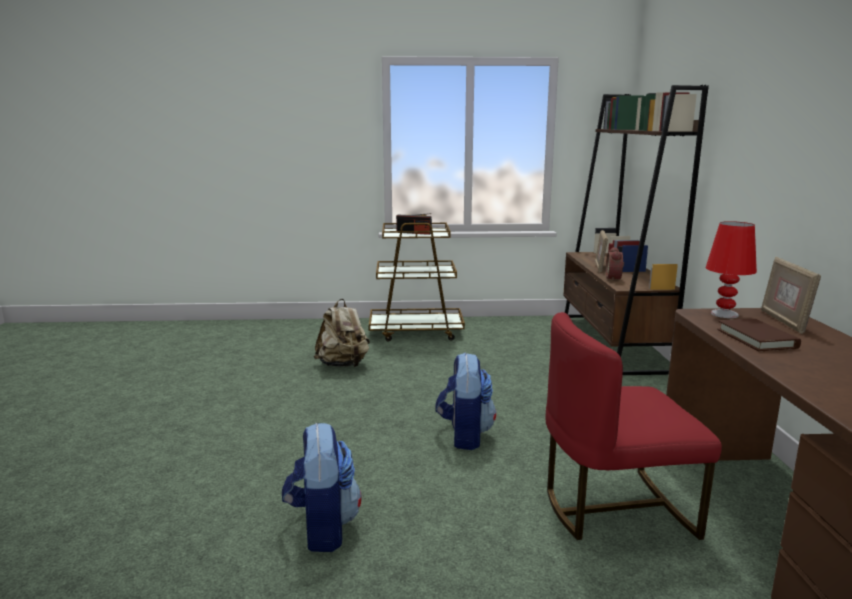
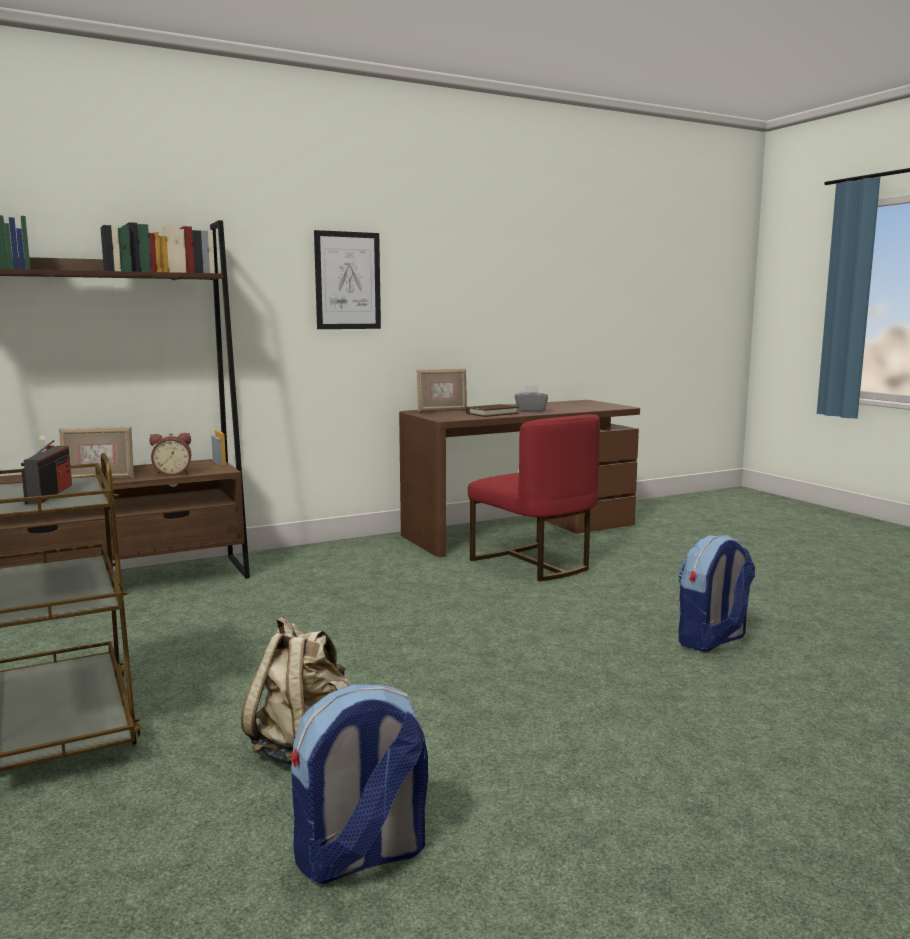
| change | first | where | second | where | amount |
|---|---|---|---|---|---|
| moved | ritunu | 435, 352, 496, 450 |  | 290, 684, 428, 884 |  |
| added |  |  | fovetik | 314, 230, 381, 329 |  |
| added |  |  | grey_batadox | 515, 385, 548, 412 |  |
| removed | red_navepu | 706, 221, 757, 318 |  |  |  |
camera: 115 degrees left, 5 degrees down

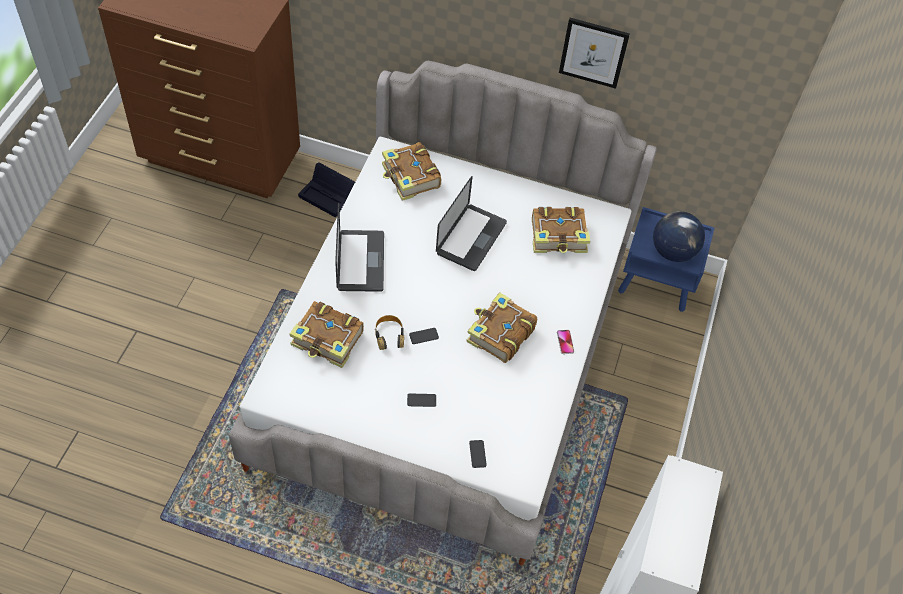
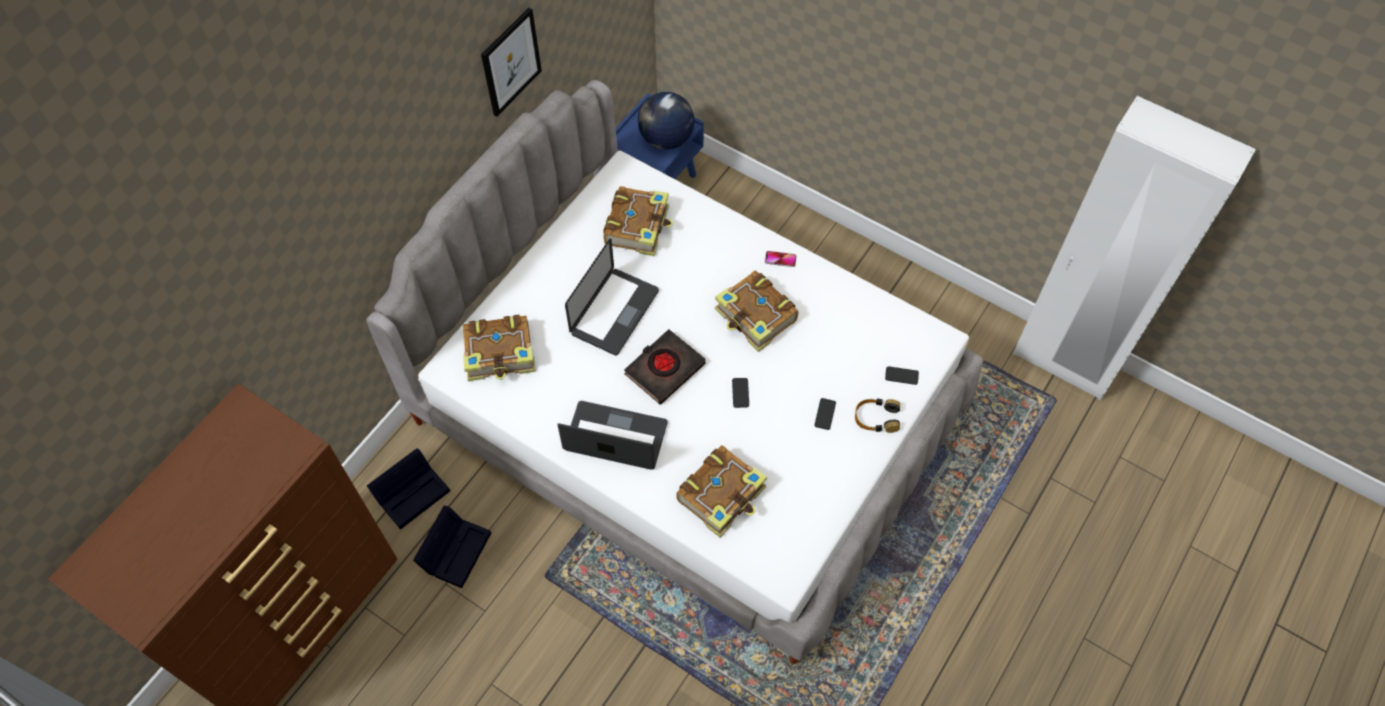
| change | first | where | second | where | amount |
|---|---|---|---|---|---|
| added |  |  | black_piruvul | 413, 506, 491, 588 |  |
| turned | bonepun | 436, 176, 507, 271 |  | 565, 238, 659, 355 | 75 degrees clockwise |
| added |  |  | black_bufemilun | 624, 329, 706, 404 |  |
| moved | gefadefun | 375, 315, 404, 350 |  | 855, 398, 900, 433 |  |
camera: 70 degrees left, 5 degrees up

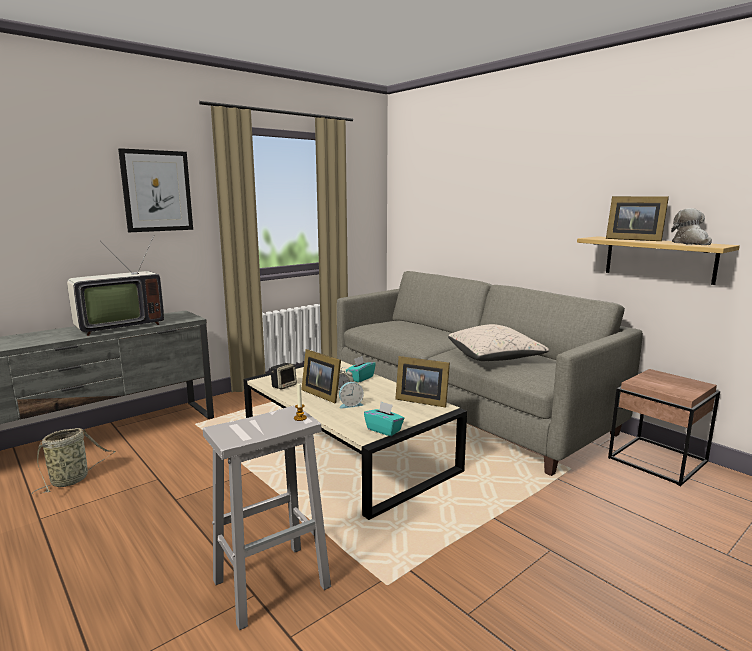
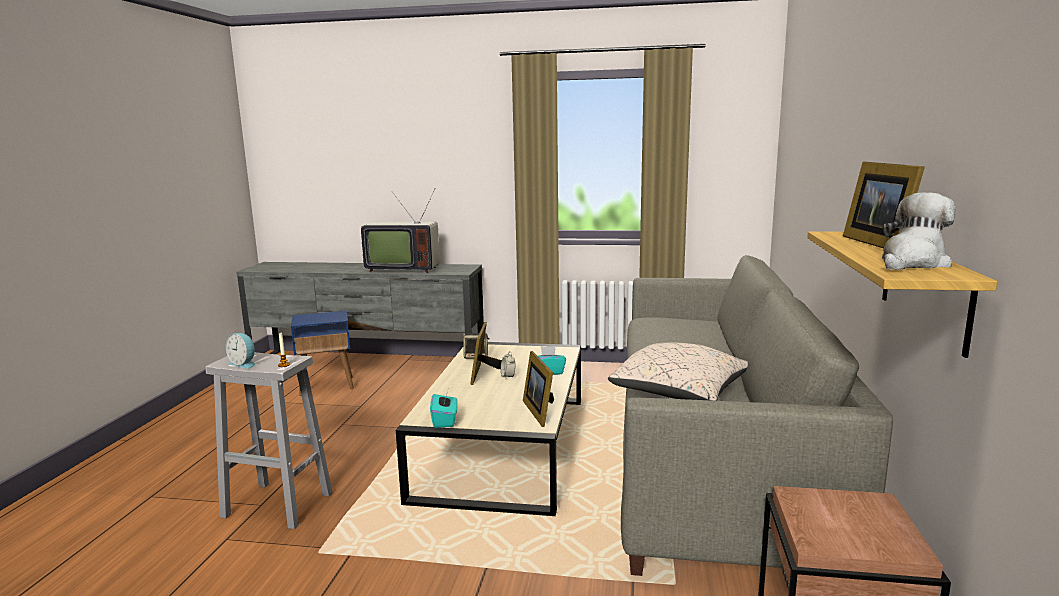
| change | first | where | second | where | amount |
|---|---|---|---|---|---|
| moved | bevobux | 339, 382, 364, 409 |  | 226, 333, 255, 369 |  |
| replaced | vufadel | 32, 428, 116, 494 | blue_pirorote | 291, 311, 354, 396 |  |
| removed | fovetik | 118, 148, 193, 232 |  |  |  |
camera: 50 degrees right, 0 degrees up

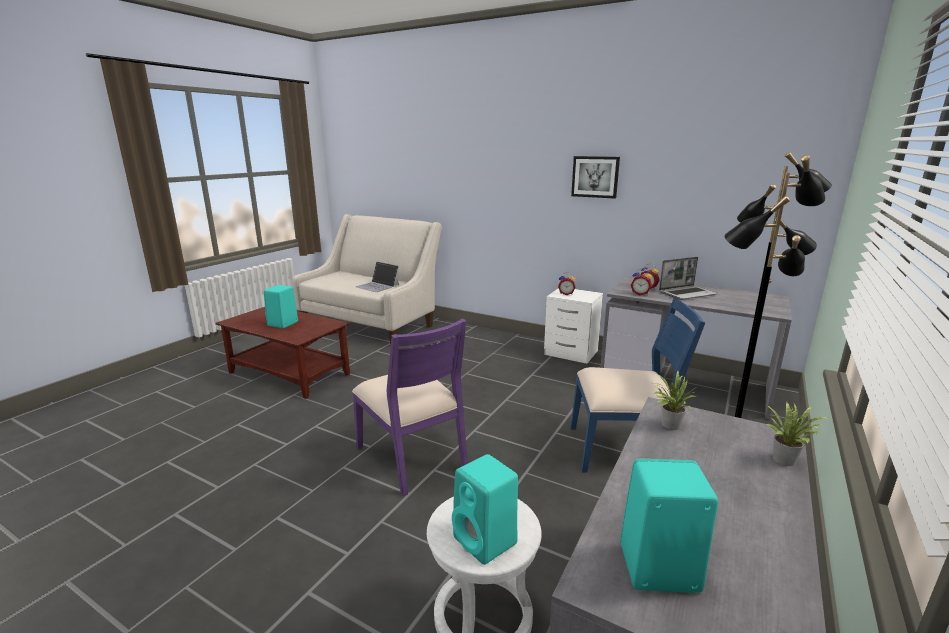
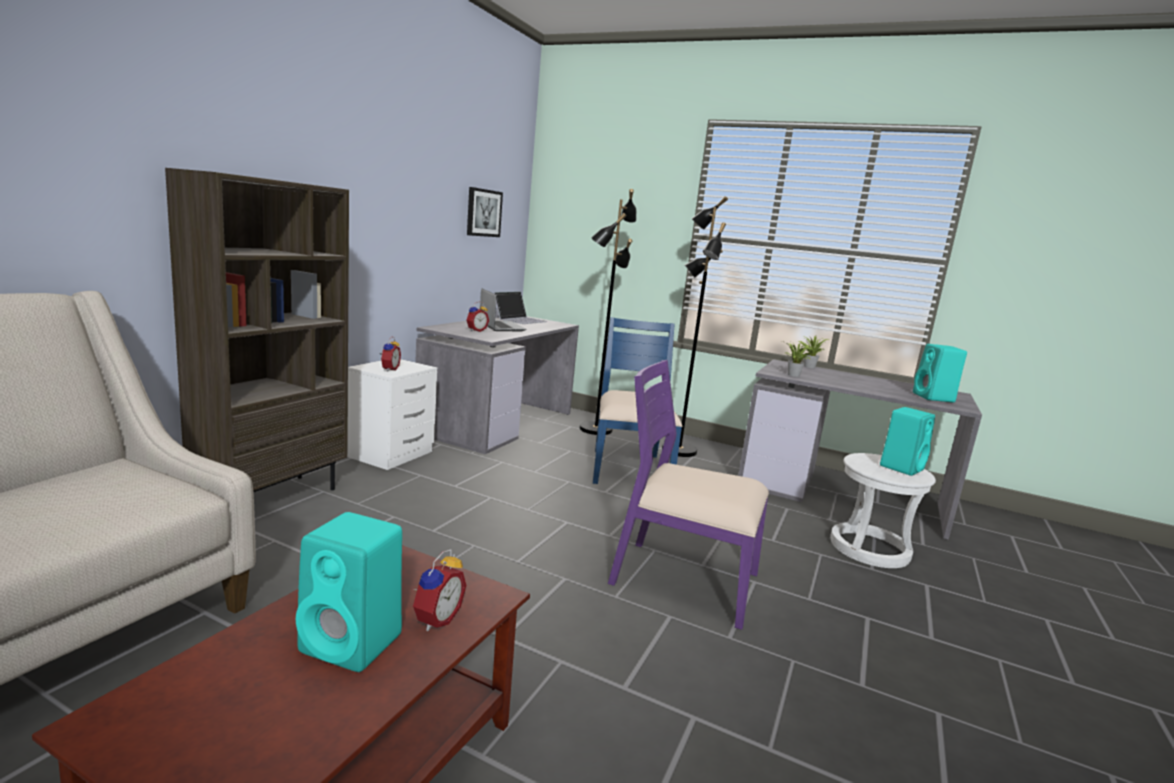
| change | first | where | second | where | amount |
|---|---|---|---|---|---|
| added |  |  | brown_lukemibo | 165, 168, 349, 492 |  |
| moved | bevobux | 631, 269, 652, 295 |  | 413, 549, 466, 631 |  |
| moved | fovetik | 571, 156, 620, 199 |  | 467, 187, 503, 237 |  |
| moved | bonepun | 355, 261, 399, 292 |  | 494, 291, 547, 324 |  |
| turned | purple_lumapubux | 352, 319, 468, 496 |  | 608, 360, 769, 630 | 120 degrees counterclockwise |
camera: 95 degrees left, 5 degrees down

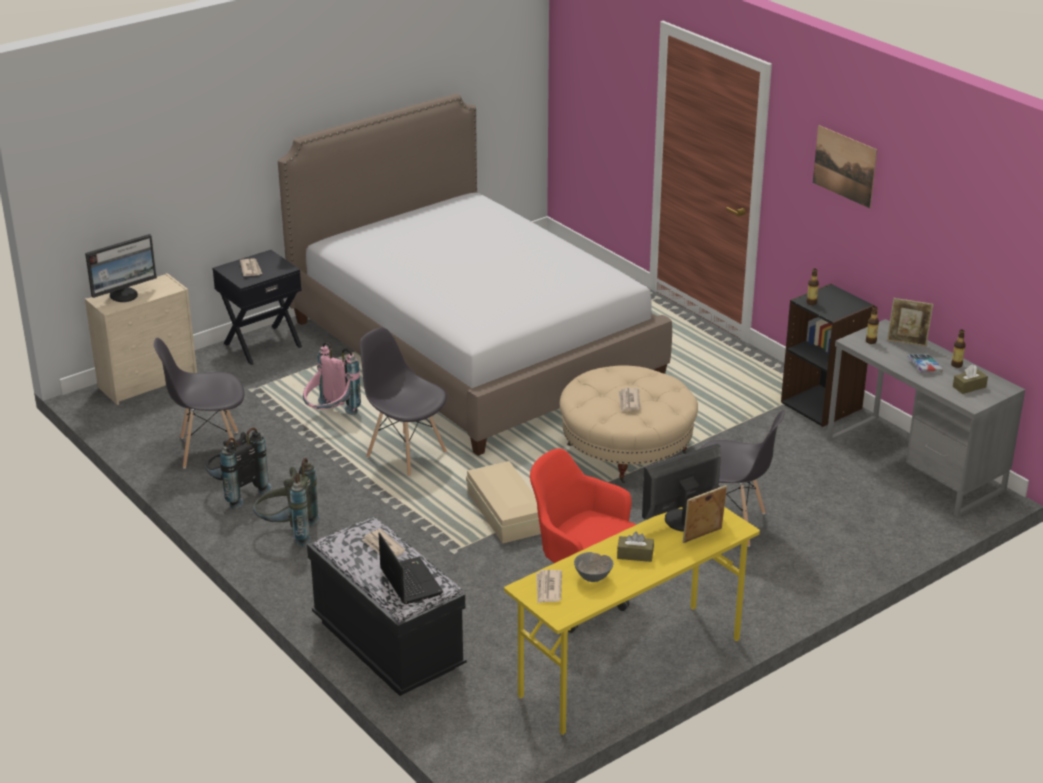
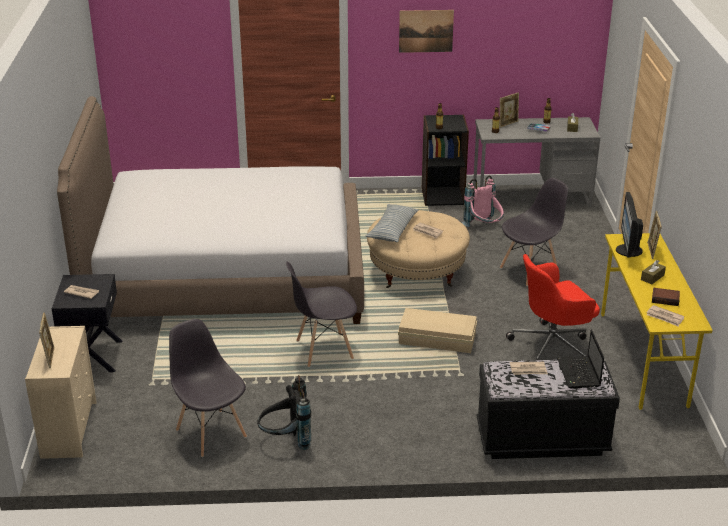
| change | first | where | second | where | amount |
|---|---|---|---|---|---|
| replaced | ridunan | 85, 234, 157, 302 | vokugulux | 39, 313, 55, 368 |  |
| turned | grey_lumapubux | 154, 338, 244, 468 |  | 169, 319, 247, 457 | 120 degrees clockwise |
| added |  |  | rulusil | 366, 204, 419, 242 |  |
| moved | pink_ritunu | 303, 342, 361, 415 |  | 462, 176, 504, 227 |  |
| turned | bonepun | 379, 532, 443, 604 |  | 557, 329, 604, 388 | 105 degrees counterclockwise |
| replaced | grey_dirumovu | 574, 552, 614, 582 | bufemilun | 652, 288, 680, 306 |  |
| removed | grey_ritunu | 253, 458, 319, 547 |  |  |  |
camera: 55 degrees left, 0 degrees up

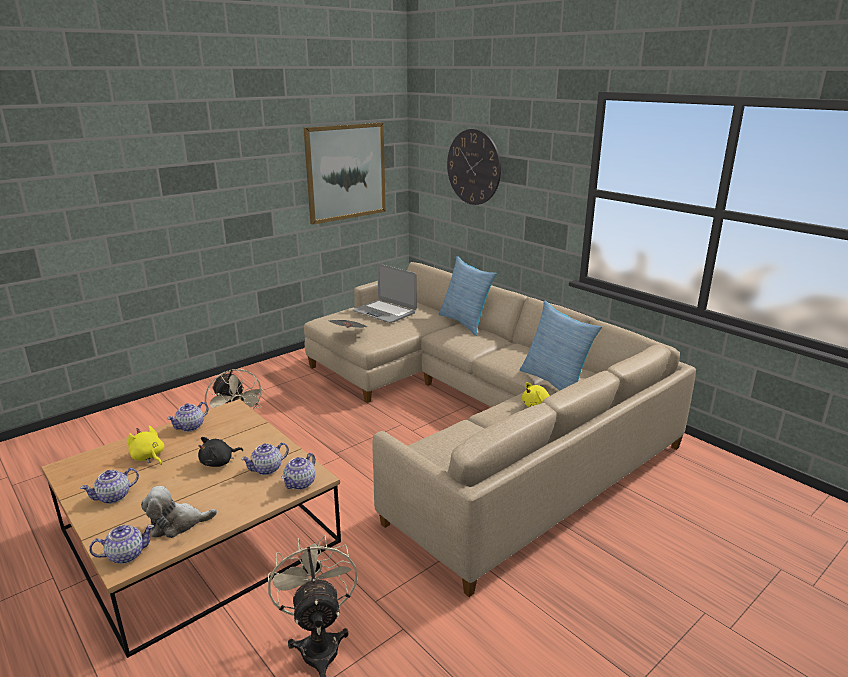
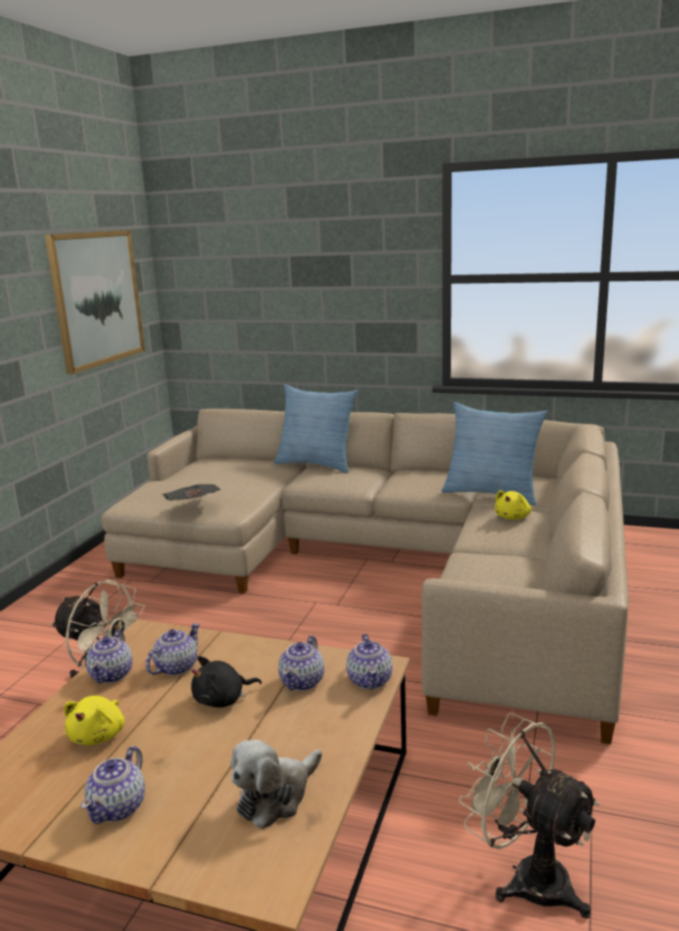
| change | first | where | second | where | amount |
|---|---|---|---|---|---|
| turned | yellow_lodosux | 128, 425, 164, 465 |  | 64, 695, 125, 745 | 90 degrees counterclockwise |
| moved | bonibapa | 89, 524, 154, 564 |  | 146, 623, 200, 676 |  |
| turned | black_lodosux | 198, 437, 243, 467 |  | 191, 656, 262, 708 | 45 degrees clockwise |
| removed | bonepun | 353, 264, 417, 323 |  |  |  |
| removed | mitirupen | 447, 129, 501, 205 |  |  |  |
camera: 30 degrees left, 5 degrees down

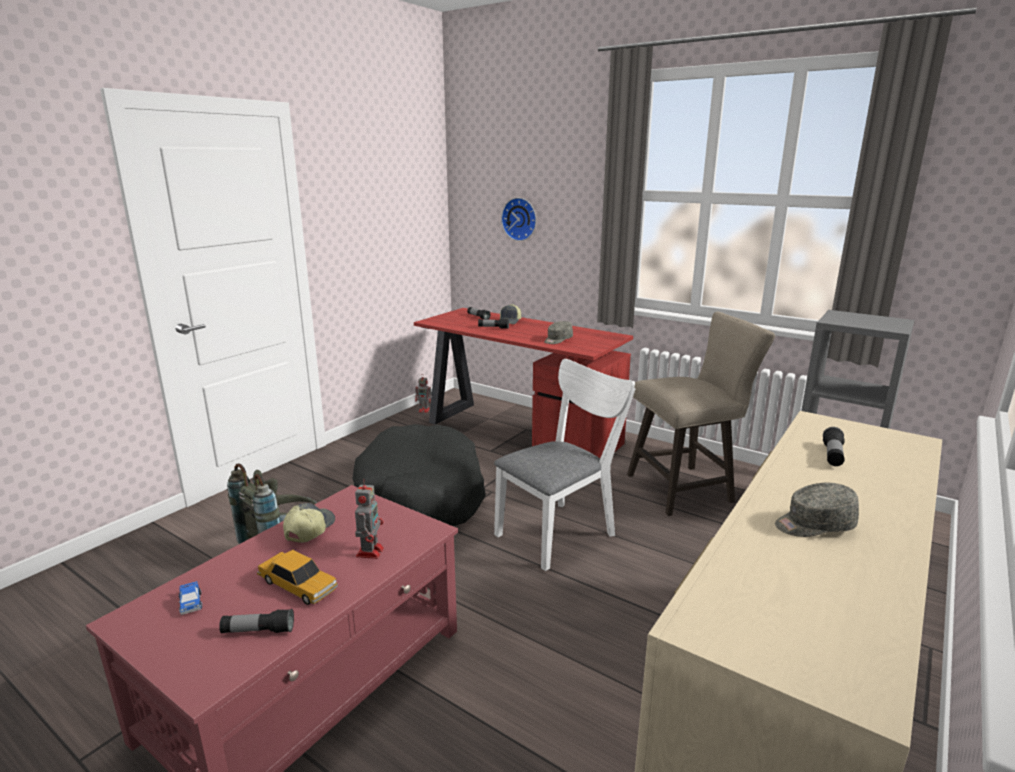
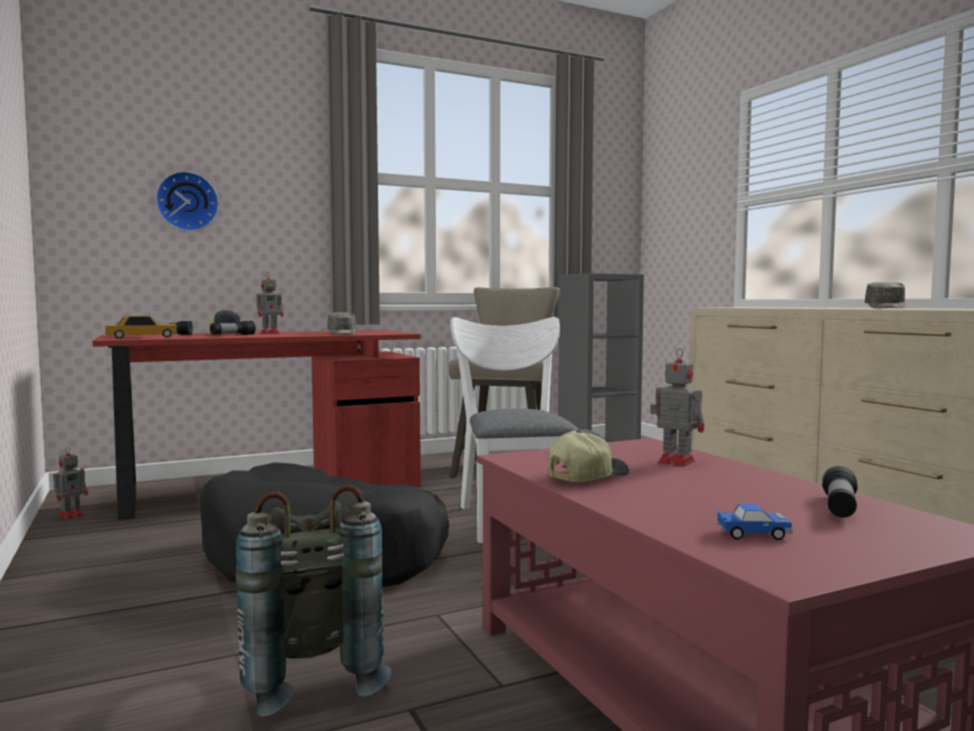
| change | first | where | second | where | amount |
|---|---|---|---|---|---|
| moved | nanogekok | 257, 550, 338, 605 |  | 105, 316, 177, 339 |  |
| added |  |  | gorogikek | 256, 272, 284, 334 |  |
| turned | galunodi | 283, 503, 335, 543 |  | 548, 430, 629, 482 | 90 degrees clockwise |
| removed | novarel | 823, 427, 845, 466 |  |  |  |
camera: 60 degrees left, 15 degrees down

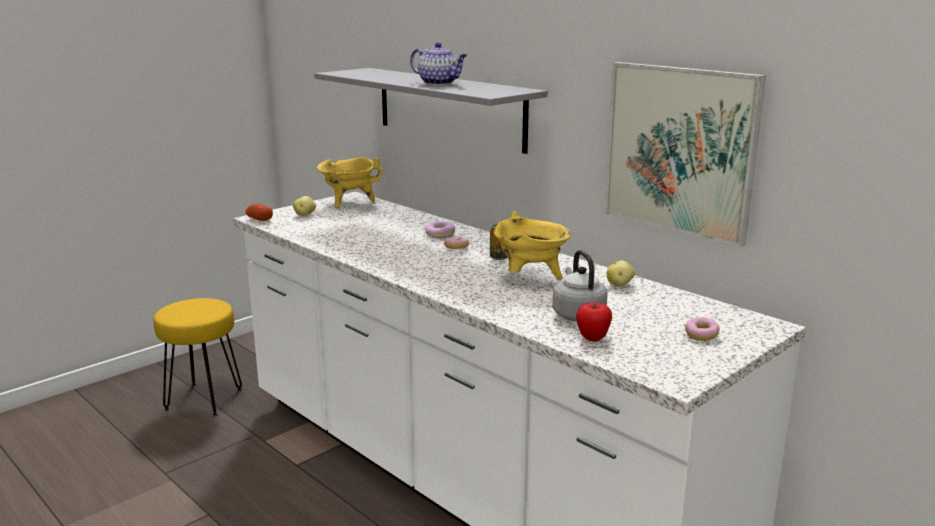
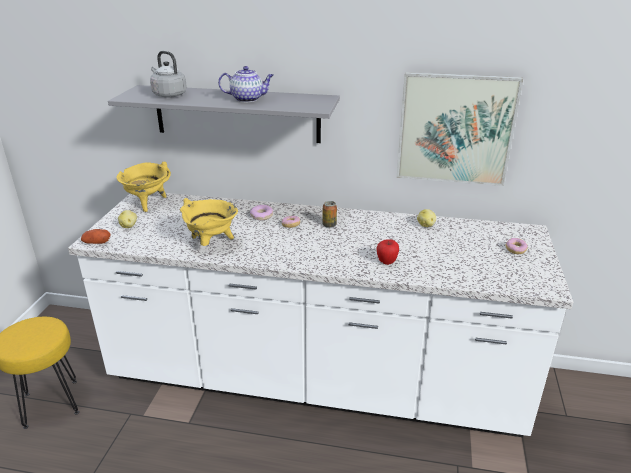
| change | first | where | second | where | amount |
|---|---|---|---|---|---|
| moved | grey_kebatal | 552, 250, 608, 321 |  | 150, 51, 187, 98 |  |
| moved | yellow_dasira | 494, 211, 571, 280 |  | 180, 198, 238, 246 |  |
| moved | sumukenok | 576, 303, 612, 341 |  | 377, 239, 399, 265 |  |
camera: 35 degrees left, 10 degrees up

